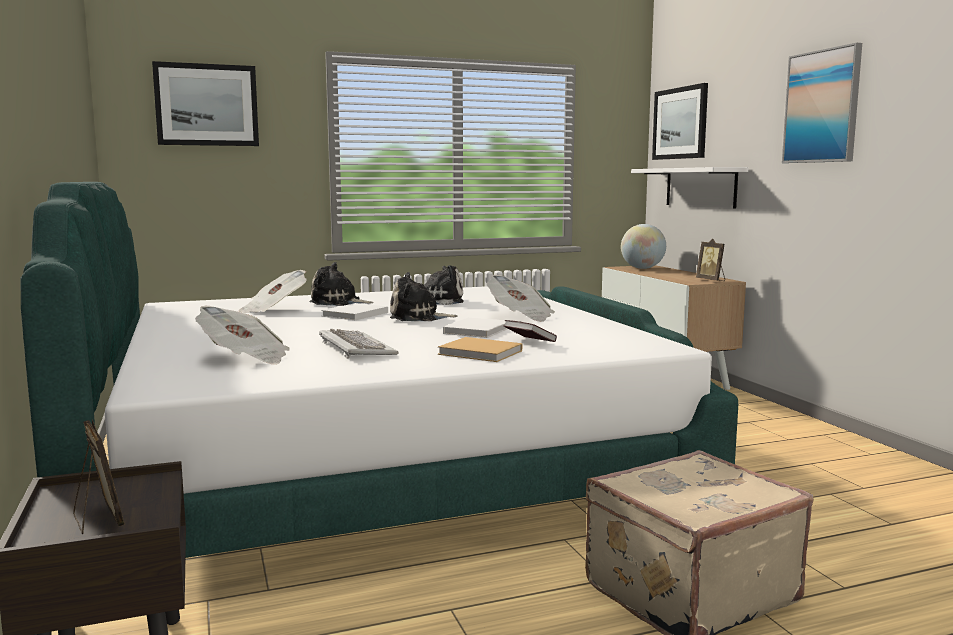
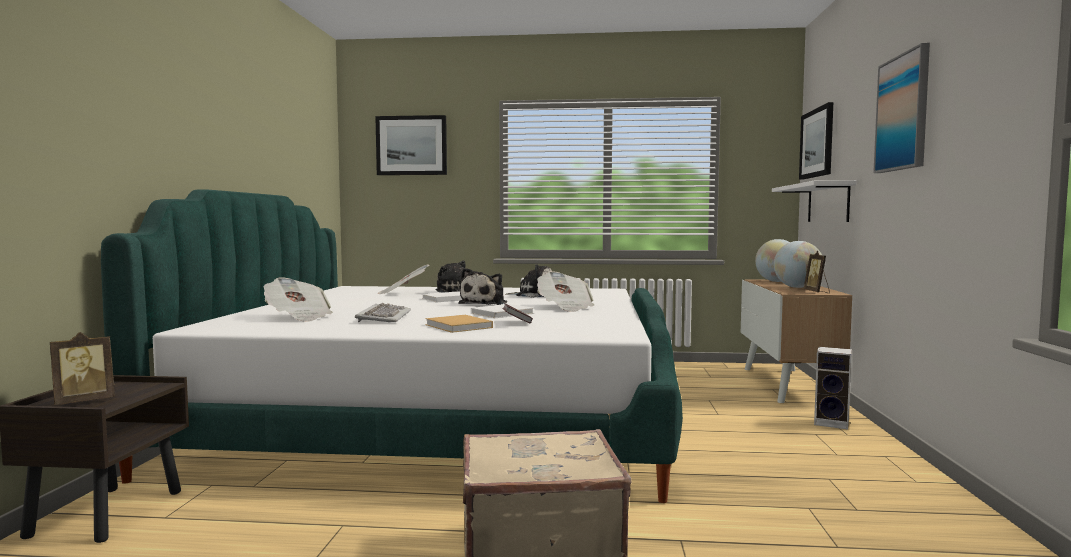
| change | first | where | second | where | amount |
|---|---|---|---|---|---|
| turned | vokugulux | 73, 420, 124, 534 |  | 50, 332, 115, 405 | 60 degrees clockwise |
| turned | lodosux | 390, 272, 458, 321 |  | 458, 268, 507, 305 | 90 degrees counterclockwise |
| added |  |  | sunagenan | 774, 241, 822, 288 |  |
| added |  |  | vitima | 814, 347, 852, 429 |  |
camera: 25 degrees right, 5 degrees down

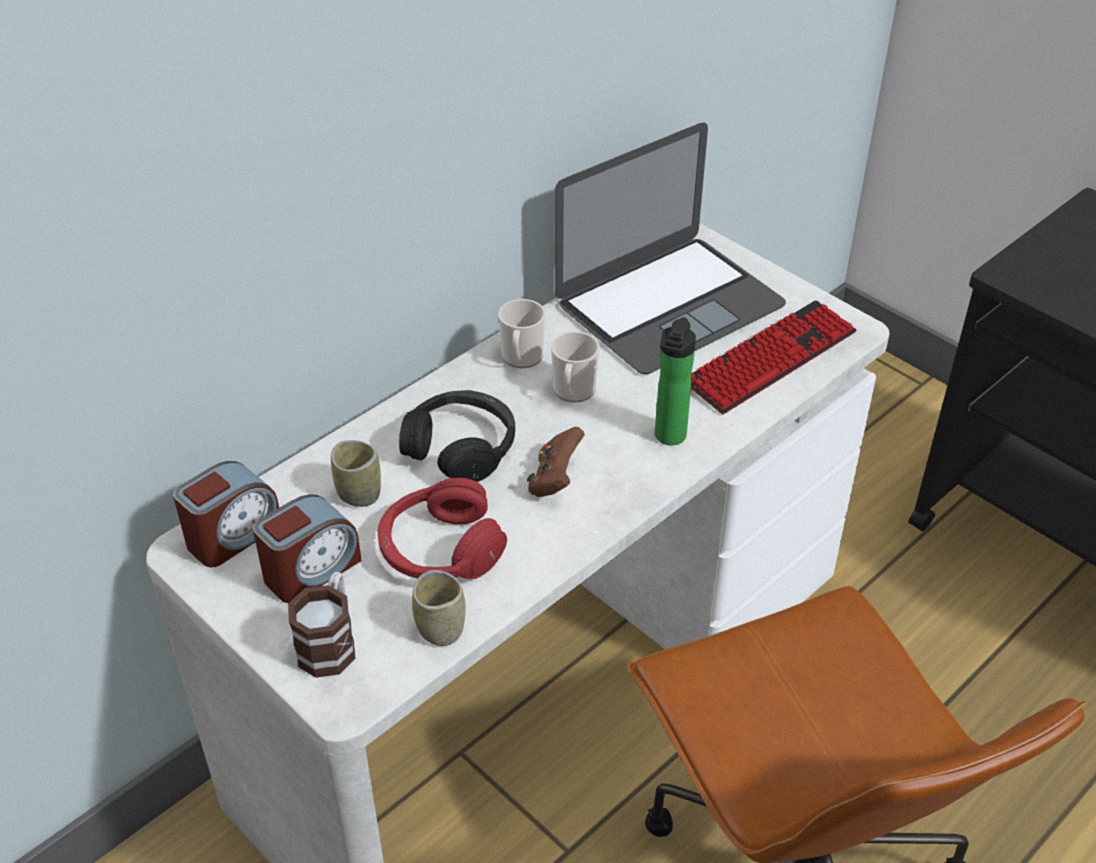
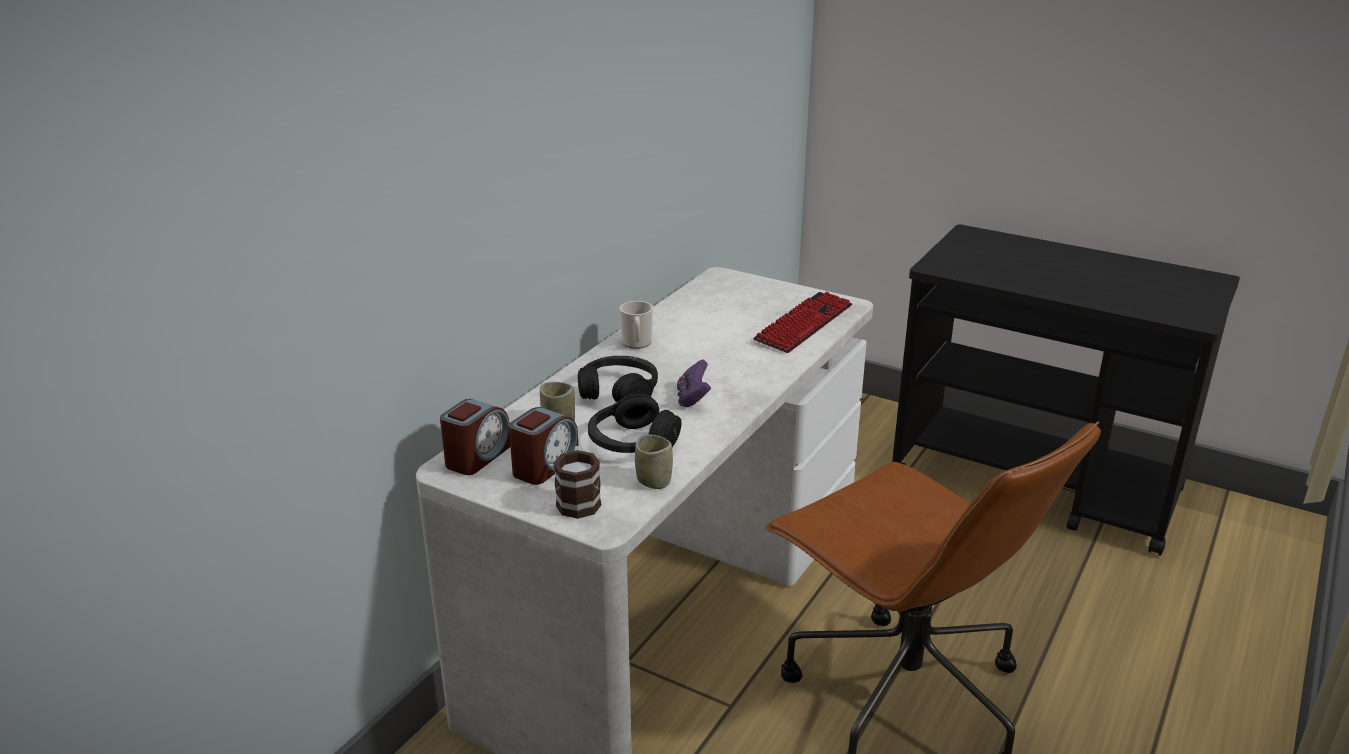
| change | first | where | second | where | amount |
|---|---|---|---|---|---|
| recoloured | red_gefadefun | 378, 478, 507, 579 | black_gefadefun | 588, 393, 681, 453 |  |
| recoloured | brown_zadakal | 527, 427, 585, 497 | purple_zadakal | 677, 359, 711, 407 |  |
| removed | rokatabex | 551, 331, 600, 402 |  |  |  |
| removed | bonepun | 555, 123, 786, 374 |  |  |  |
| removed | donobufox | 655, 317, 696, 445 |  |  |  |
camera: 15 degrees left, 15 degrees down

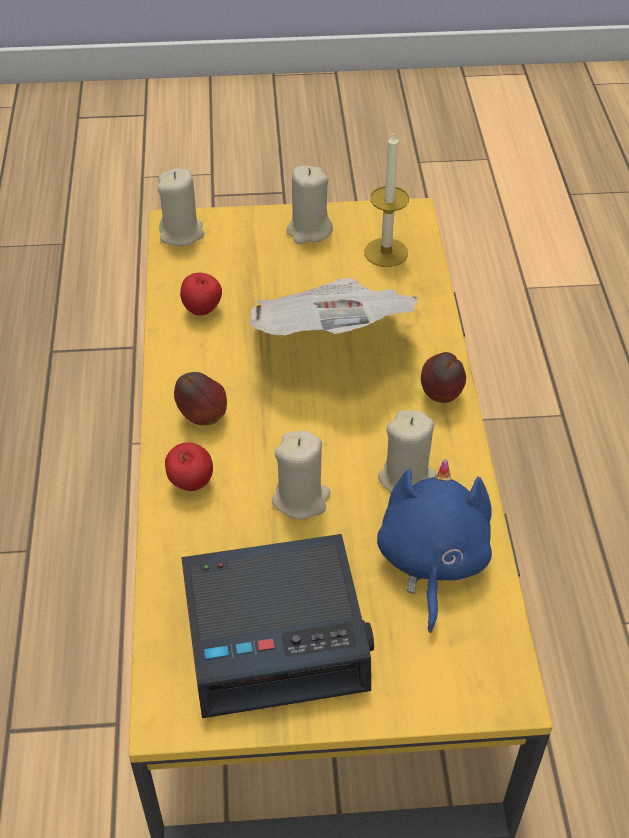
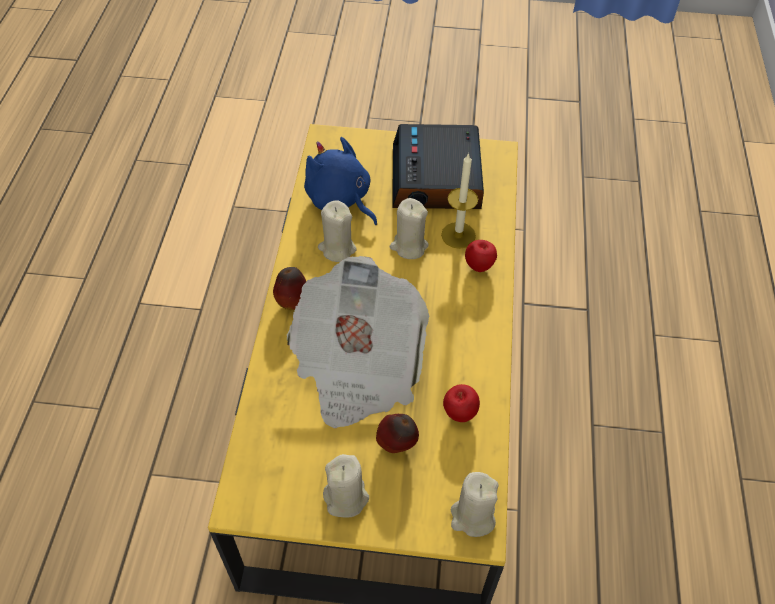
| change | first | where | second | where | amount |
|---|---|---|---|---|---|
| turned | blue_lodosux | 377, 459, 492, 633 |  | 304, 137, 377, 225 | 120 degrees clockwise |
| moved | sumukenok | 174, 372, 227, 426 |  | 376, 414, 419, 453 |  |
| turned | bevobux | 181, 534, 374, 718 |  | 392, 124, 484, 209 | 90 degrees counterclockwise |
| moved | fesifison | 365, 133, 409, 267 |  | 441, 153, 478, 249 |  |
camera: 170 degrees left, 5 degrees up

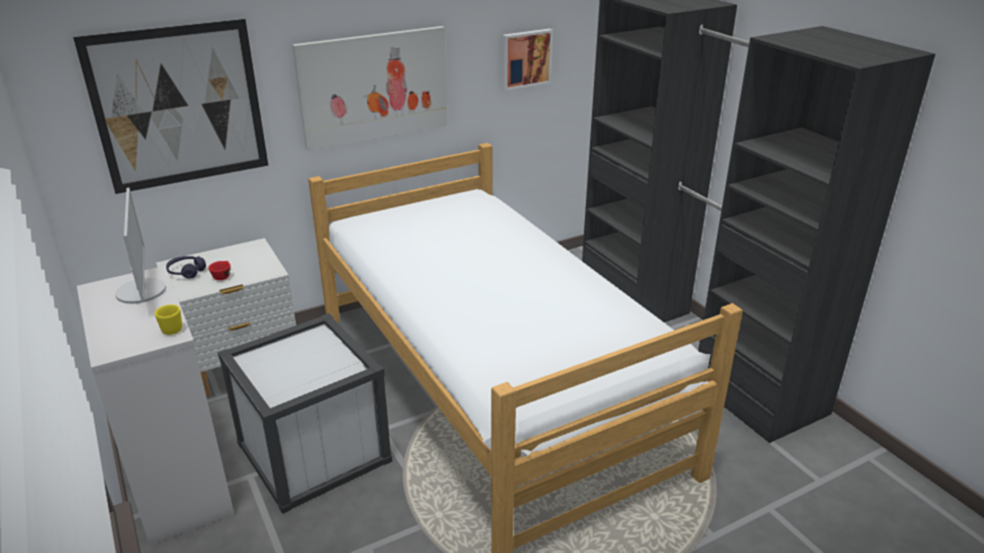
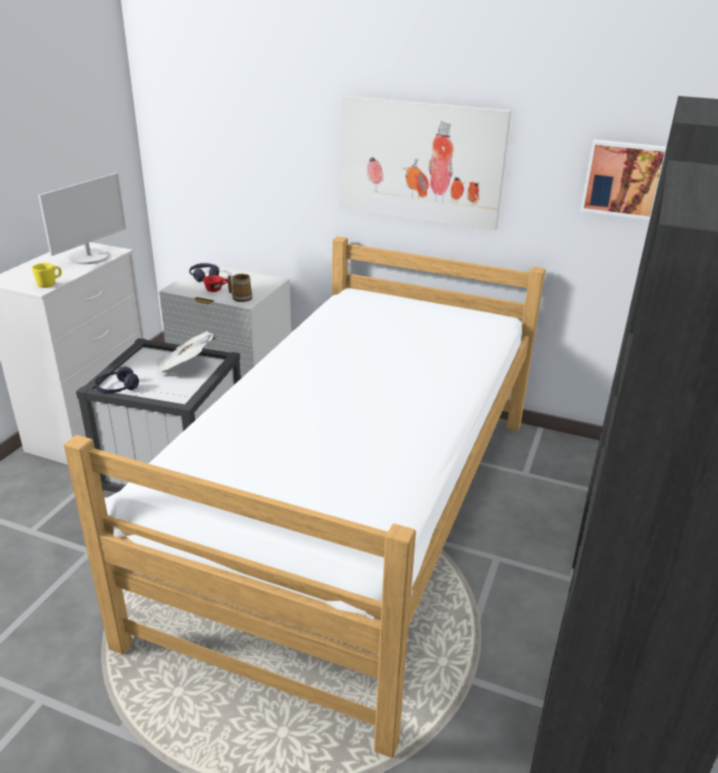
| change | first | where | second | where | amount |
|---|---|---|---|---|---|
| added |  |  | purple_gefadefun | 95, 366, 139, 393 |  |
| added |  |  | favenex | 156, 331, 213, 374 |  |
| added |  |  | rokatabex | 228, 274, 252, 302 |  |
| removed | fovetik | 73, 19, 268, 194 |  |  |  |
camera: 50 degrees right, 0 degrees up

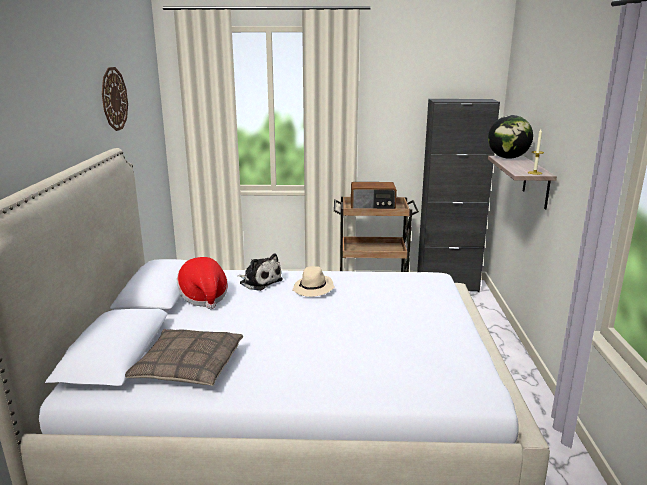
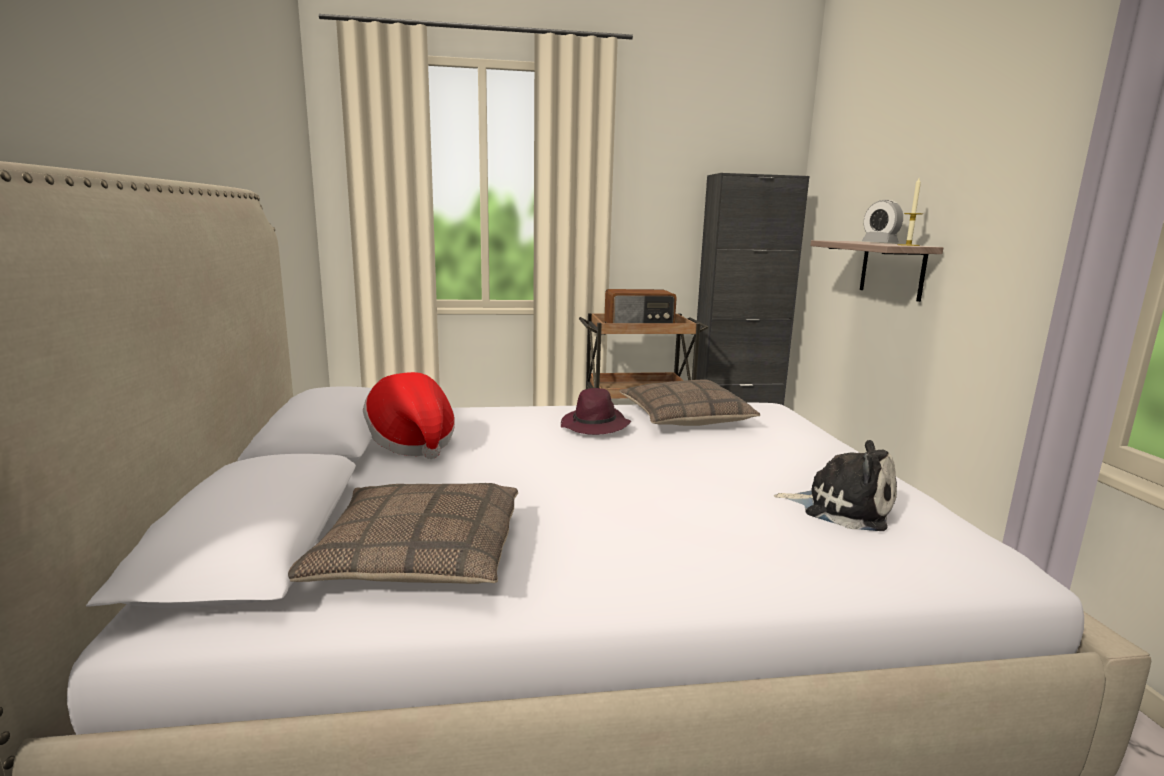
| change | first | where | second | where | amount |
|---|---|---|---|---|---|
| recoloured | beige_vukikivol | 292, 266, 335, 297 | purple_vukikivol | 561, 388, 631, 435 |  |
| added |  |  | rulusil | 619, 379, 760, 426 |  |
| moved | lodosux | 238, 254, 283, 291 |  | 774, 440, 897, 531 |  |
| added |  |  | bevobux | 862, 200, 903, 243 |  |
| removed | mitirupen | 102, 67, 128, 131 |  |  |  |
| removed | sunagenan | 488, 115, 533, 159 |  |  |  |
camera: 10 degrees left, 5 degrees down

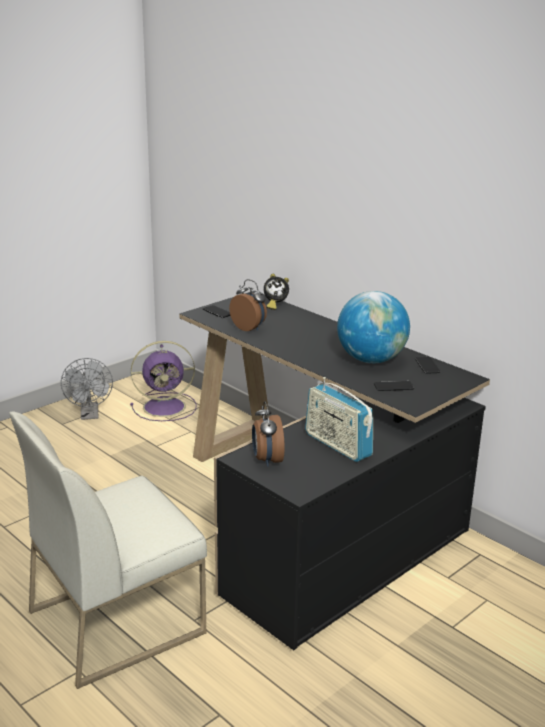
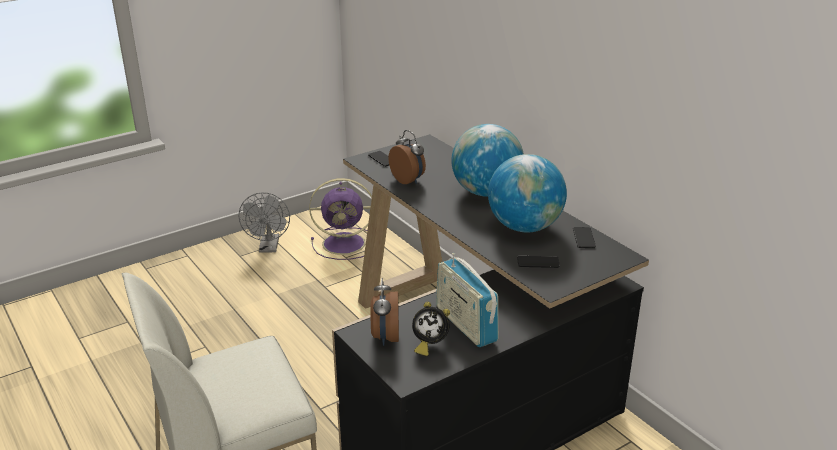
| change | first | where | second | where | amount |
|---|---|---|---|---|---|
| moved | bevobux | 264, 274, 289, 310 |  | 412, 302, 450, 356 |  |
| added |  |  | sunagenan | 451, 124, 524, 197 |  |
camera: 10 degrees right, 5 degrees up

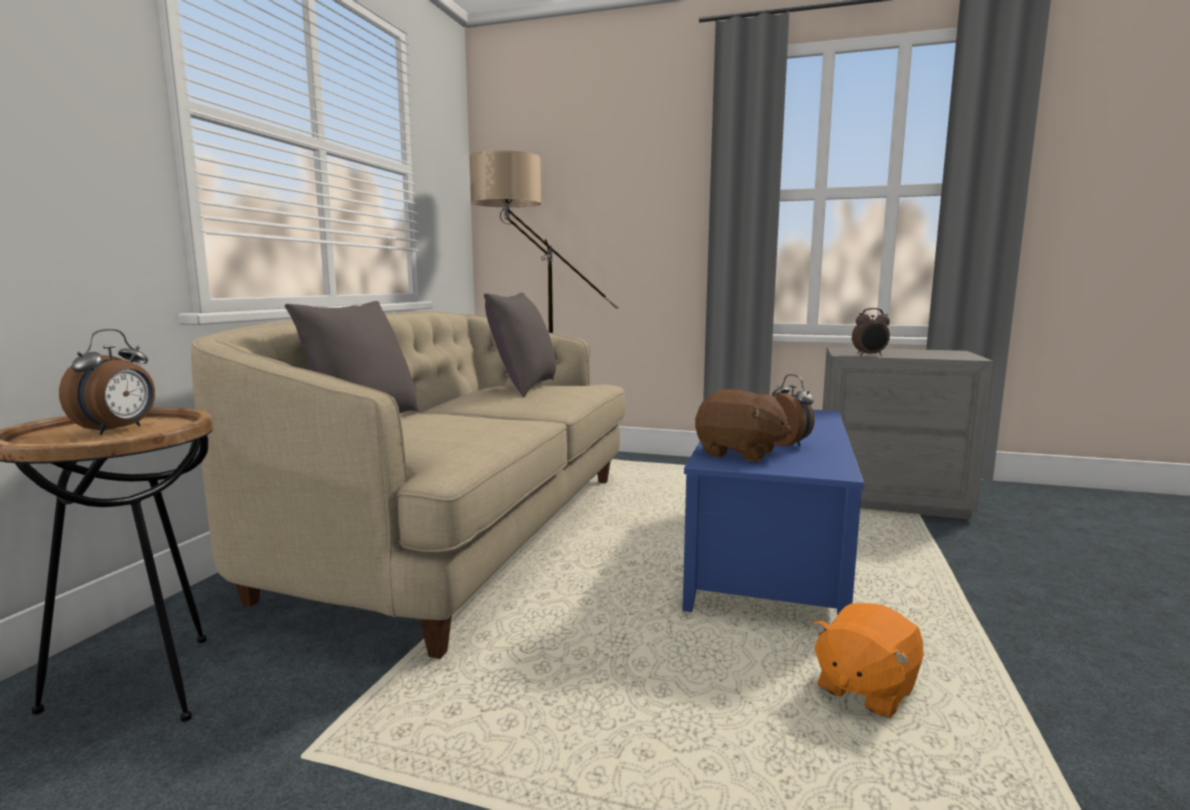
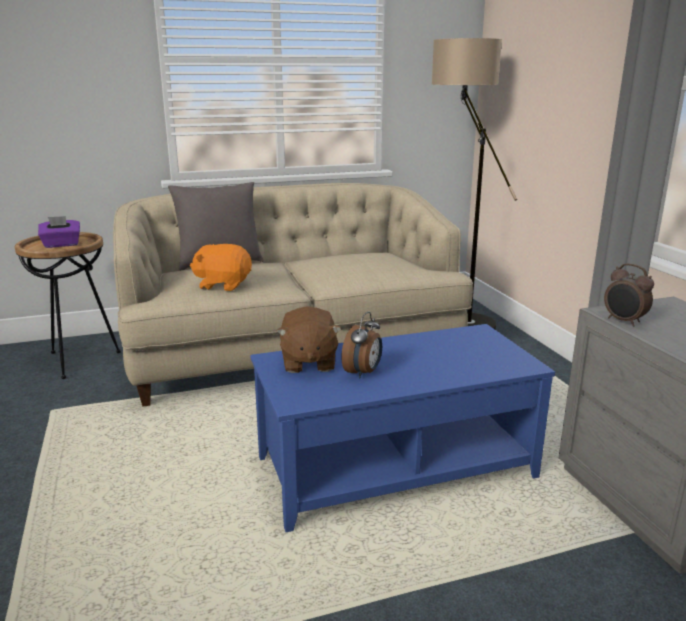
| change | first | where | second | where | amount |
|---|---|---|---|---|---|
| replaced | bevobux | 59, 329, 155, 435 | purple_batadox | 38, 216, 80, 248 |  |
| moved | orange_lodosux | 812, 603, 924, 718 |  | 190, 244, 252, 291 |  |
| removed | grey_rulusil | 484, 293, 556, 397 |  |  |  |
camera: 55 degrees right, 10 degrees up

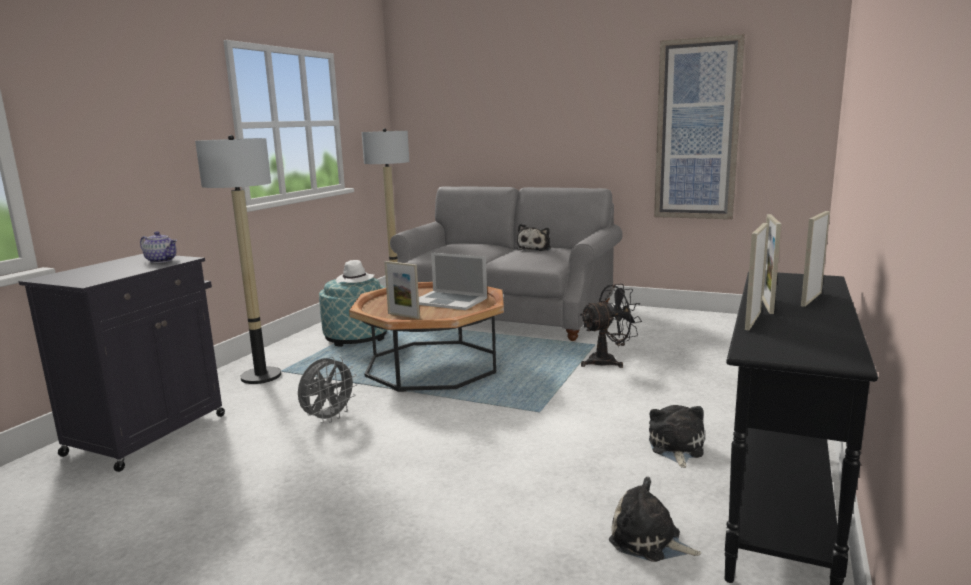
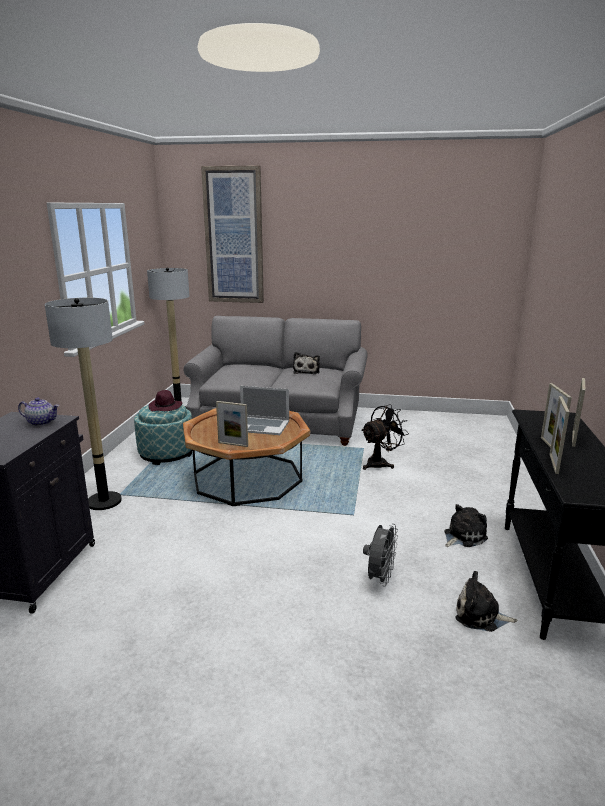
| change | first | where | second | where | amount |
|---|---|---|---|---|---|
| recoloured | white_vukikivol | 336, 260, 374, 283 | purple_vukikivol | 148, 390, 182, 411 |  |
| moved | fovetik | 654, 34, 745, 219 |  | 201, 165, 264, 303 |  |
| moved | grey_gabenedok | 298, 357, 358, 423 |  | 363, 523, 398, 587 |  |
| turned | lodosux | 649, 405, 705, 468 |  | 445, 504, 488, 547 | 60 degrees clockwise |
camera: 15 degrees left, 5 degrees up

